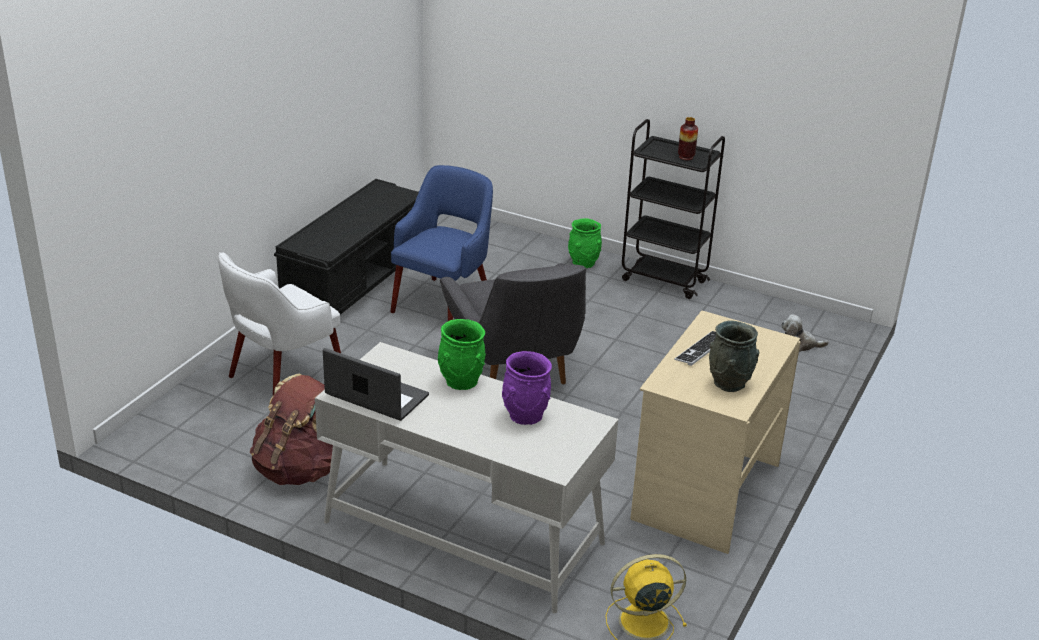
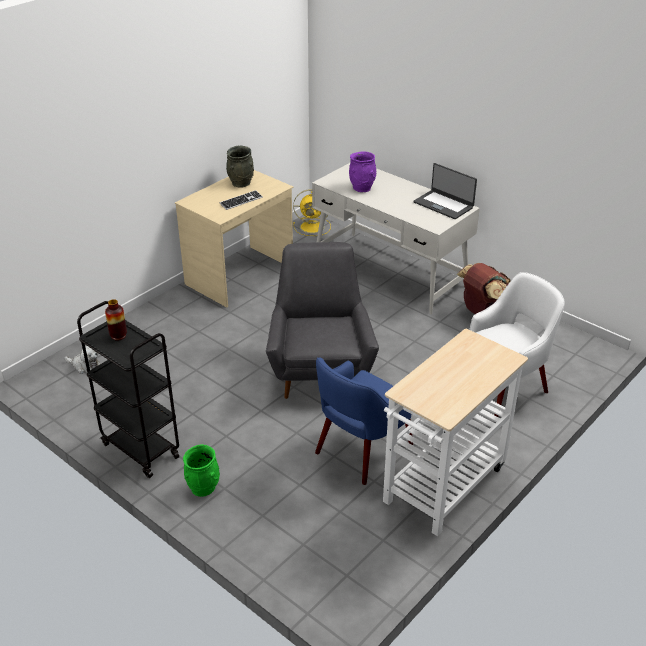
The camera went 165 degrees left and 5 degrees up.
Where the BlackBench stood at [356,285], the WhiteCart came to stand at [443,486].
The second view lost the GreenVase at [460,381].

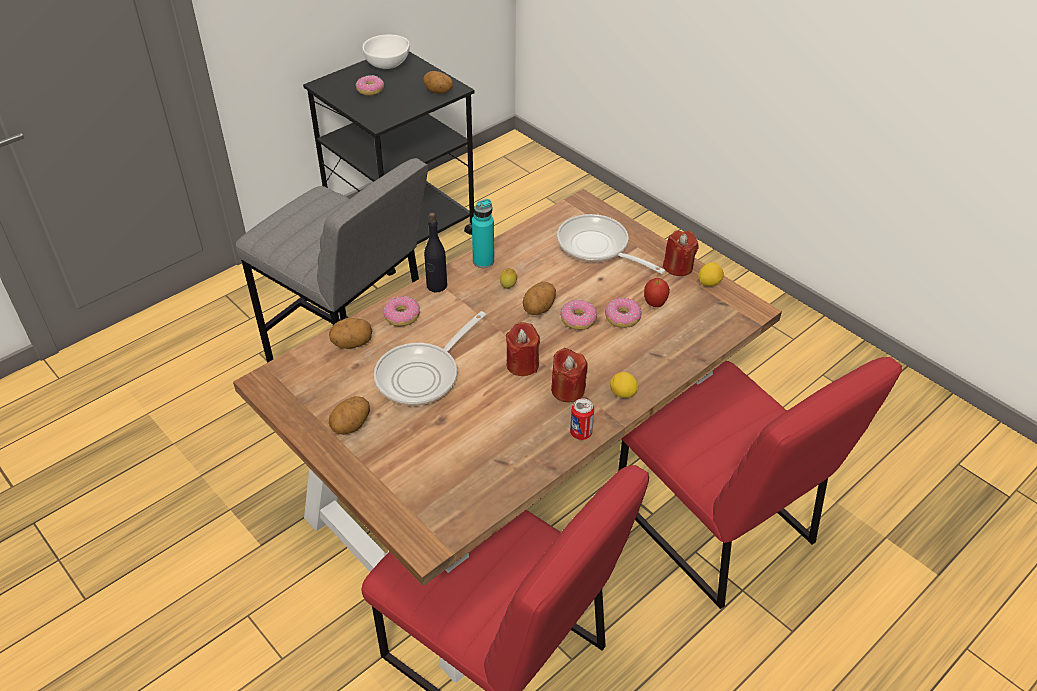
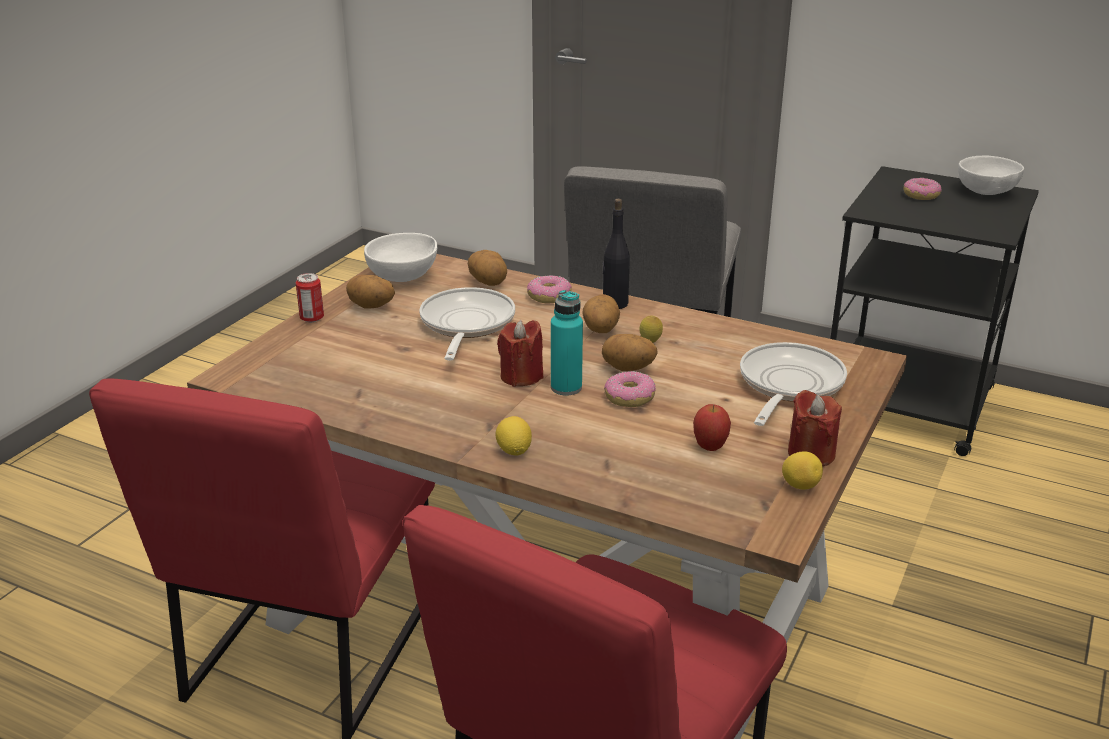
The camera went 70 degrees right and 15 degrees down.
The Potato ended up elsewhere, having gone from [438,92] to [600,330].
The TurquoiseBottle ended up elsewhere, having gone from [483,261] to [566,387].
The second view lost the Donut at [622,317].
The FryingPan at [423,375] ended up facing another way, 75 degrees clockwise from before.
The second view lost the RedCandle at [567,390].
The Can ended up elsewhere, having gone from [581,433] to [312,318].
The second view gained the WhiteBowl at [404,277].

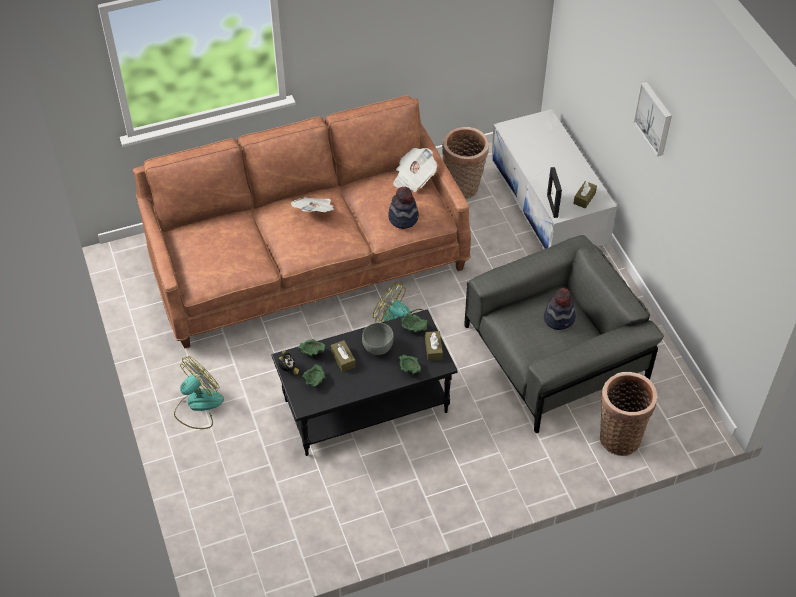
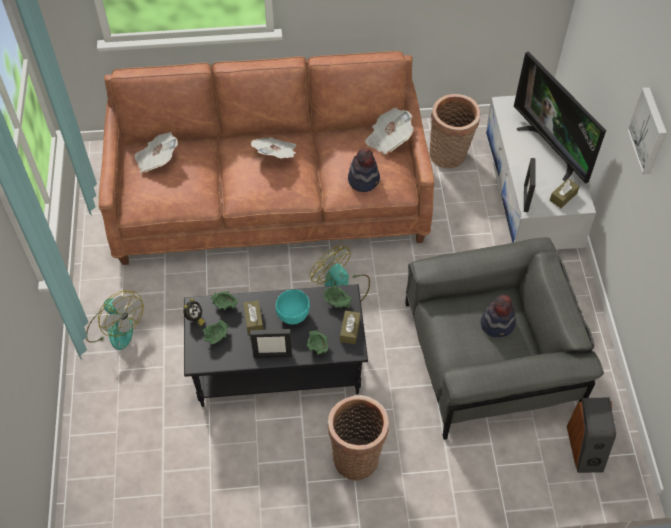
The camera went 15 degrees right and 5 degrees up.
What was the GreyBowl at [377,348] turned into the TurquoiseBowl at [293,316].
The Fan at [198,405] ended up facing another way, 75 degrees clockwise from before.
The Basket ended up elsewhere, having gone from [619,435] to [356,456].
The second view gained the Television at [552,149].
The second view gained the Newspaper at [157,160].
The second view gained the PictureFrame at [272,354].
The second view gained the Speaker at [586,448].

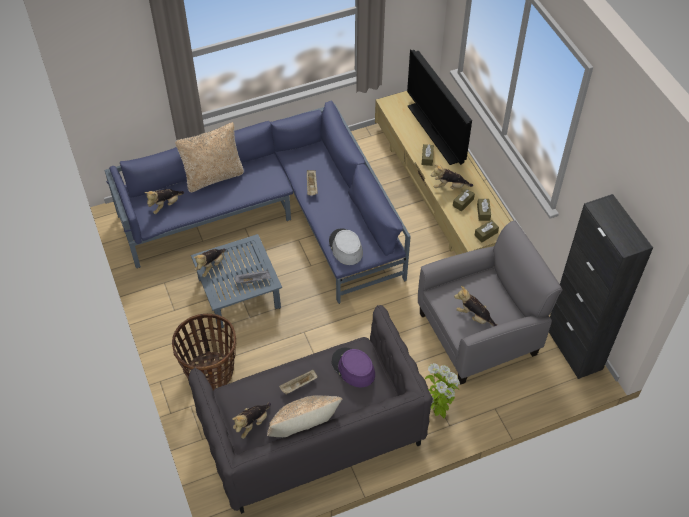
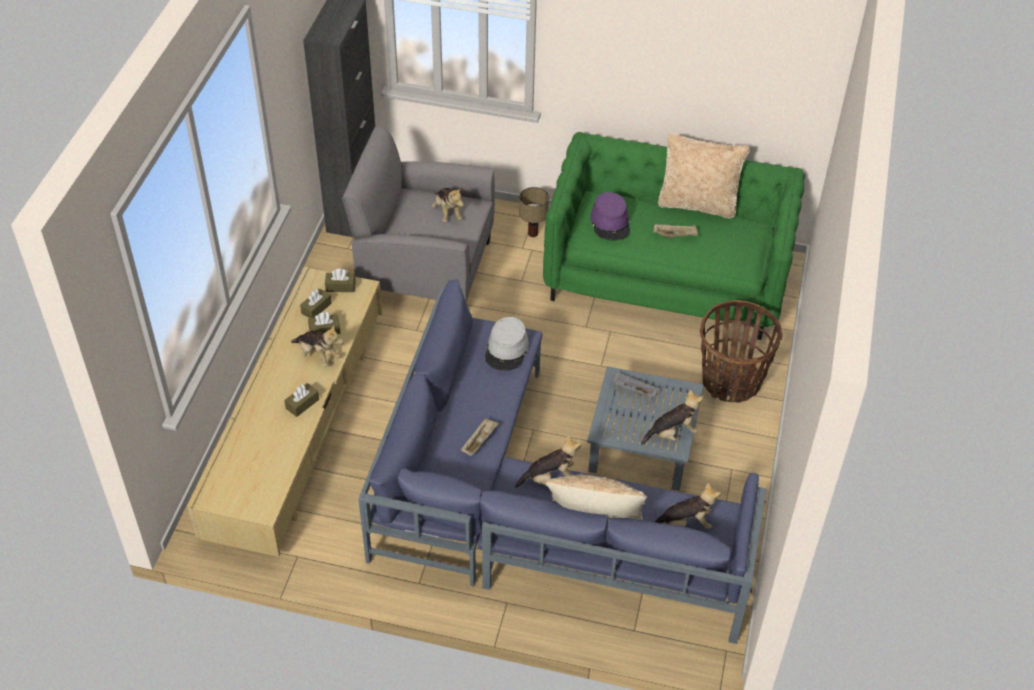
The camera went 145 degrees left and 5 degrees down.
The second view lost the Television at [435,133].
What was the GreySofa at [311,434] turned into the GreenSofa at [666,277].
Where the PottedPlant stood at [436,411], the TableLamp came to stand at [533,233].
The PlushToy ended up elsewhere, having gone from [252,424] to [550,478].

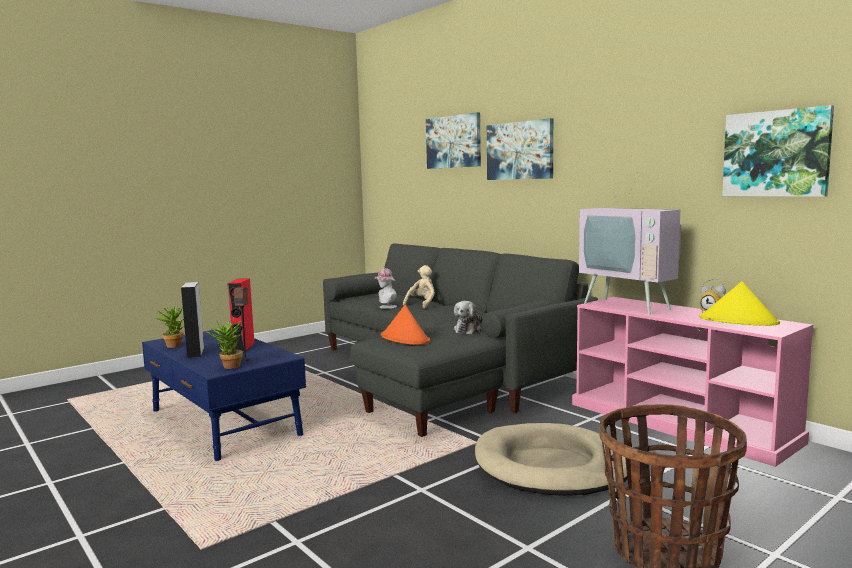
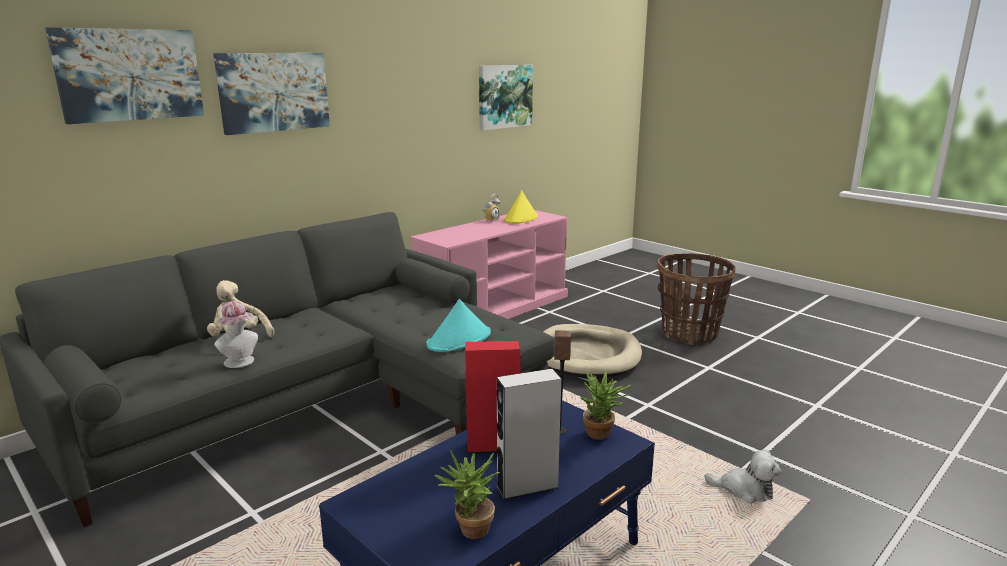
The camera went 95 degrees left and 10 degrees up.
The second view lost the Television at [631,305].
The PlushToy ended up elsewhere, having gone from [468,330] to [745,490].
What was the OrangeHat at [405,339] turned into the TurquoiseHat at [459,339].

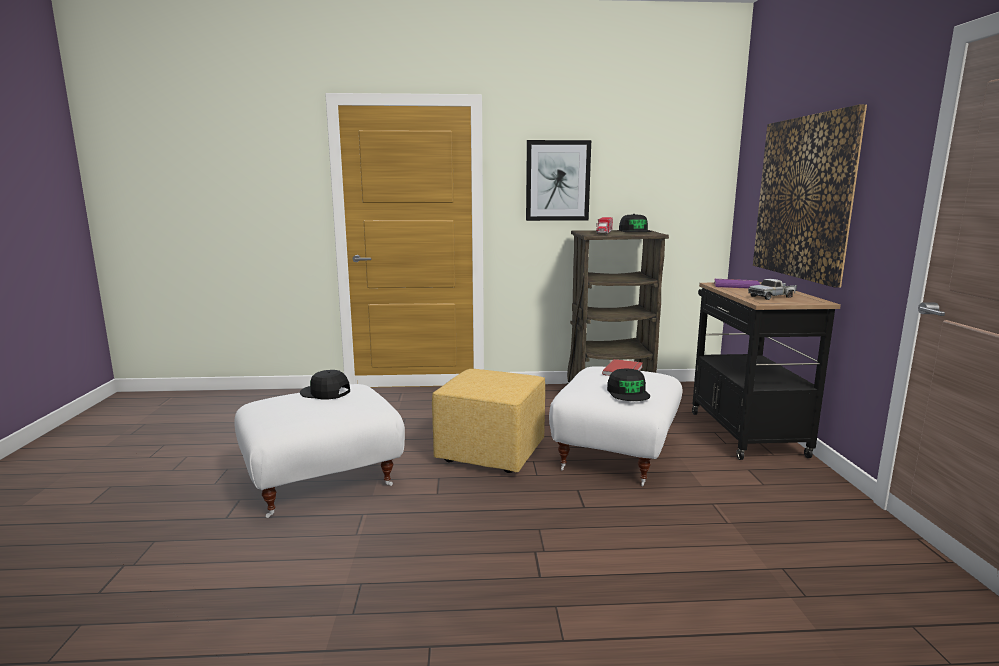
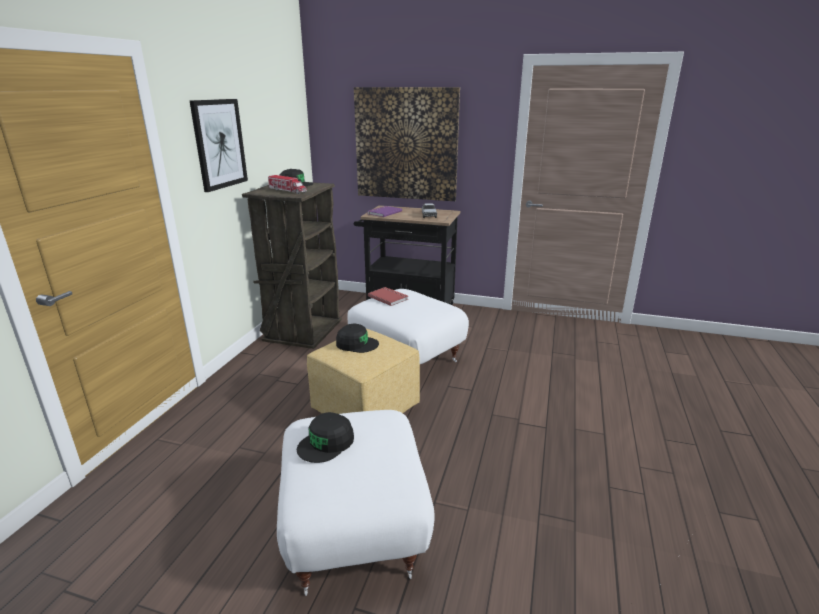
The camera went 70 degrees left and 10 degrees up.
The BlackCap ended up elsewhere, having gone from [628,392] to [357,344].

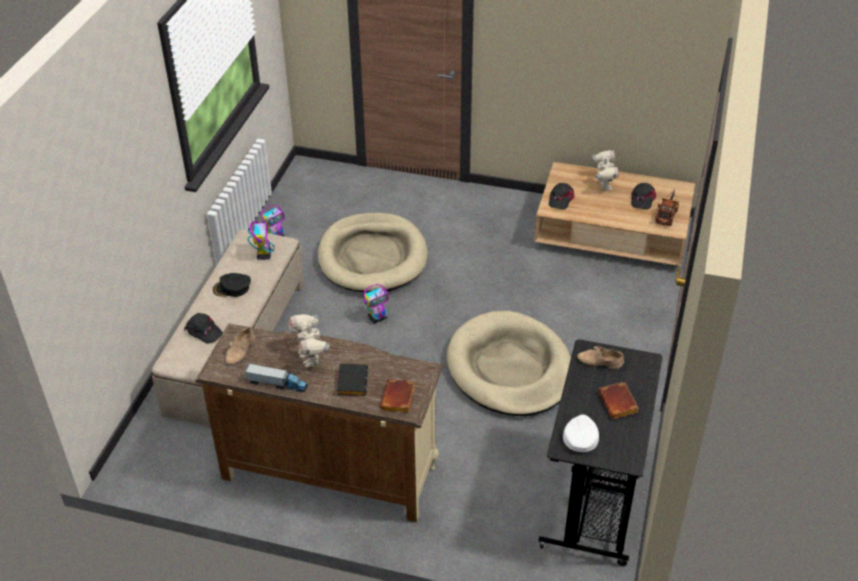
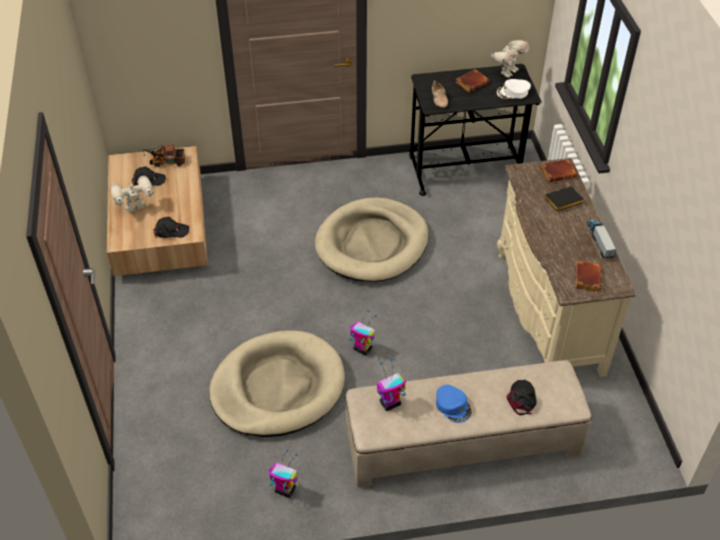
The camera went 115 degrees left and 5 degrees up.
What was the BlackCap at [232,288] turned into the BlueCap at [453,406].
The ToyRobot ended up elsewhere, having gone from [310,358] to [508,71].
Where the BeigeShoe stood at [241,351], the BrownBook came to stand at [586,277].

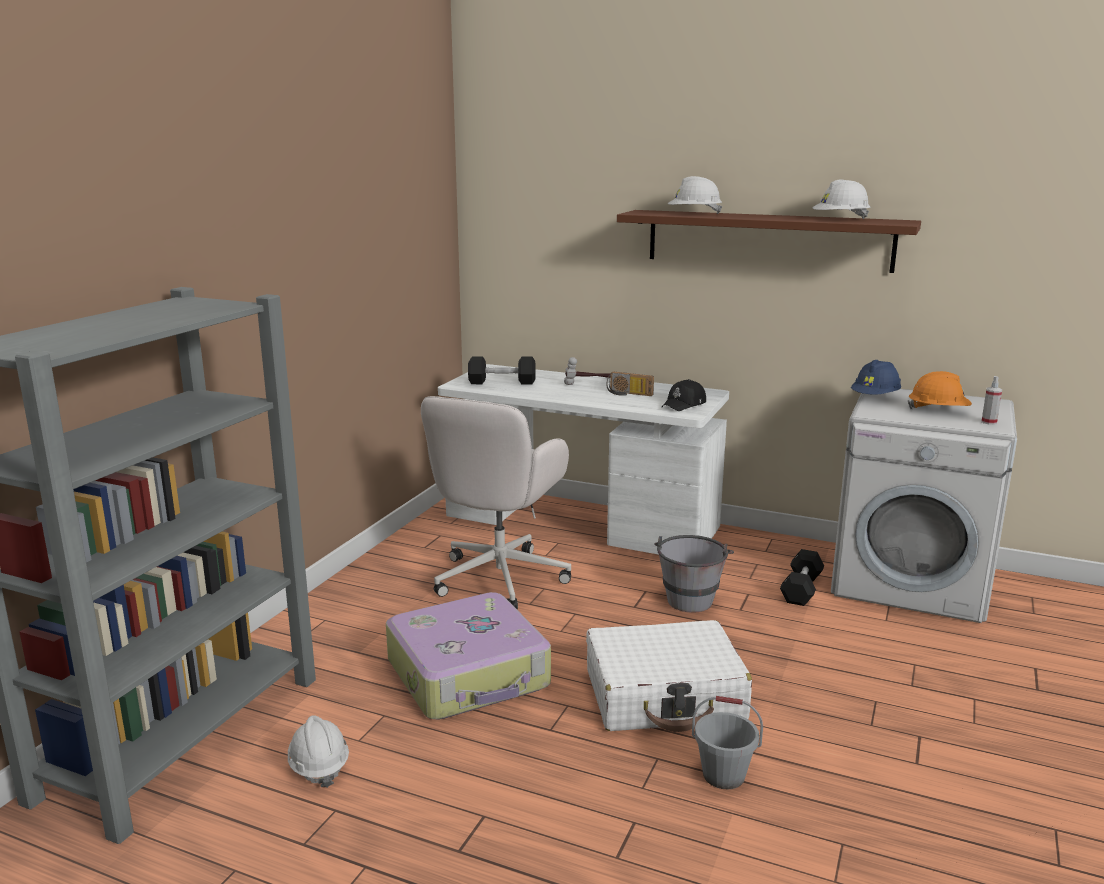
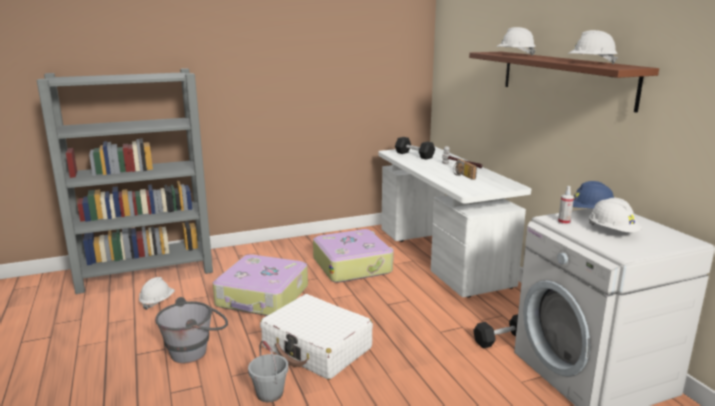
The camera went 45 degrees right and 0 degrees up.
What was the OrangeHardHat at [938,411] turned into the WhiteHardHat at [612,232].
The SprayBottle ended up elsewhere, having gone from [989,422] to [564,222].
The second view lost the BlackCap at [684,404].
Where the WhiteOfficeChair stood at [500,579], the Suitcase came to stand at [353,265].
The GreyBucket ended up elsewhere, having gone from [690,596] to [196,350].

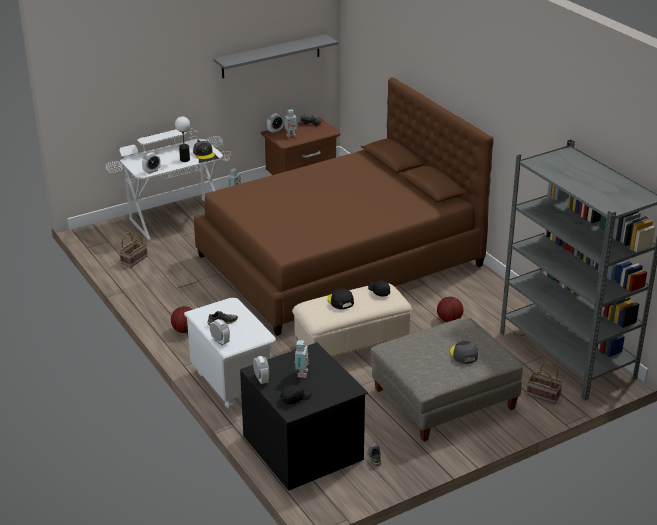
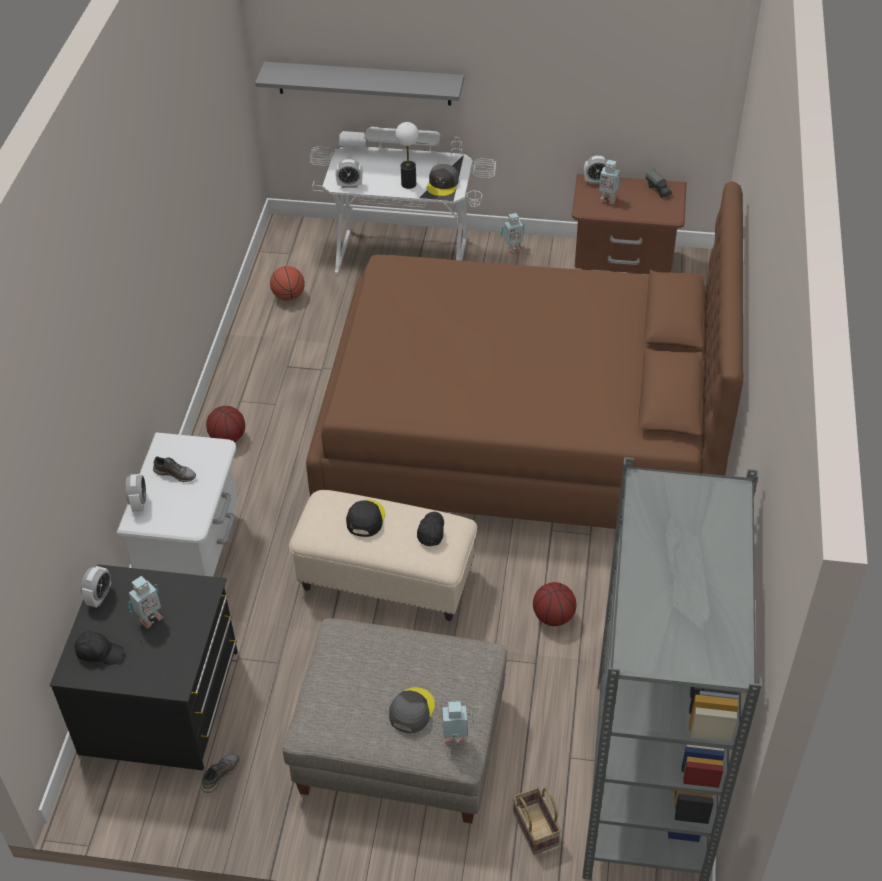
The camera went 40 degrees right and 15 degrees up.
The GreyShelf ended up elsewhere, having gone from [271,56] to [364,83].
Where the Basket stood at [134,259], the Basketball came to stand at [288,296].
The second view gained the ToyRobot at [455,739].

